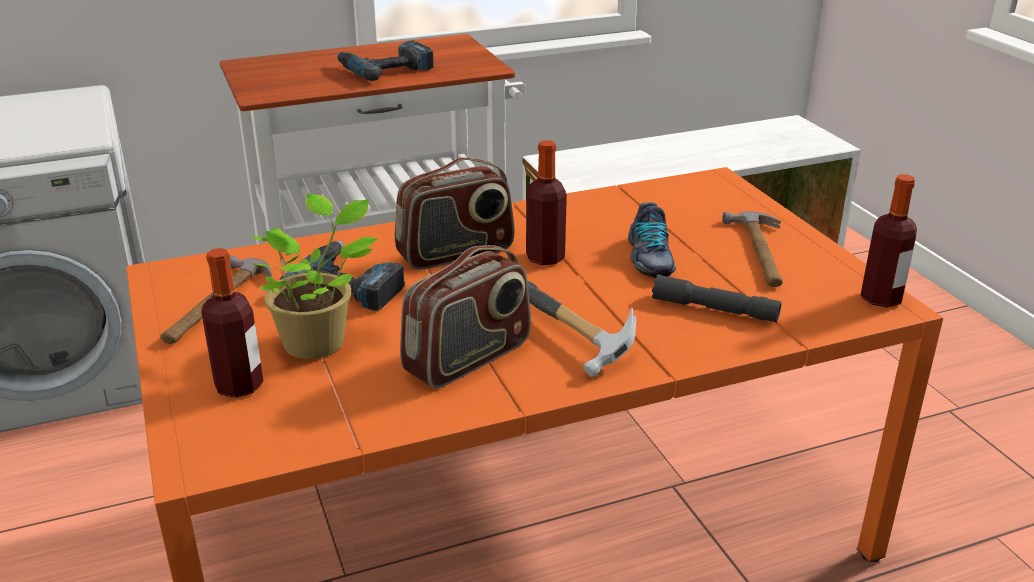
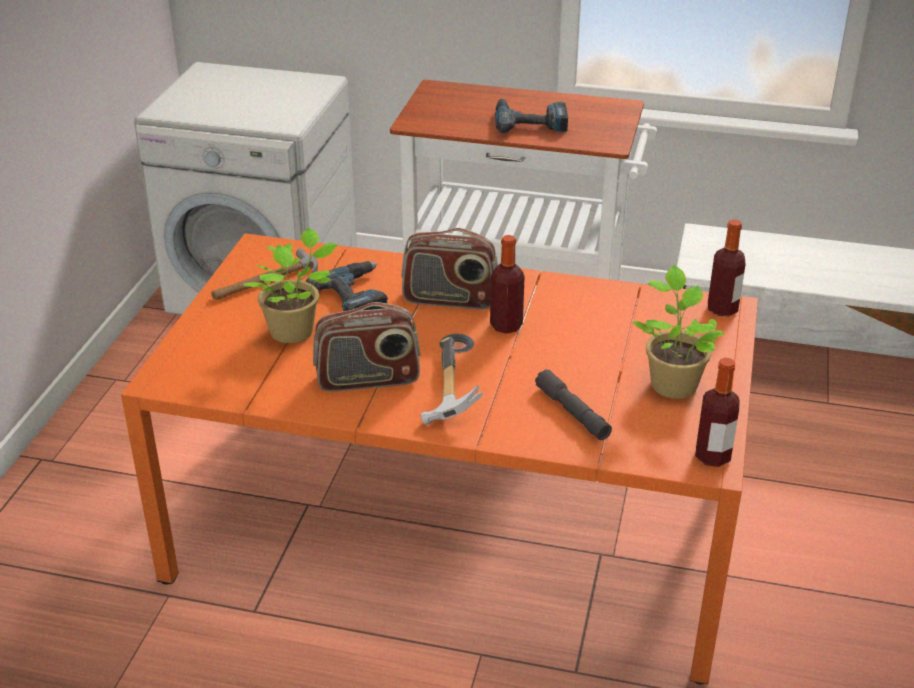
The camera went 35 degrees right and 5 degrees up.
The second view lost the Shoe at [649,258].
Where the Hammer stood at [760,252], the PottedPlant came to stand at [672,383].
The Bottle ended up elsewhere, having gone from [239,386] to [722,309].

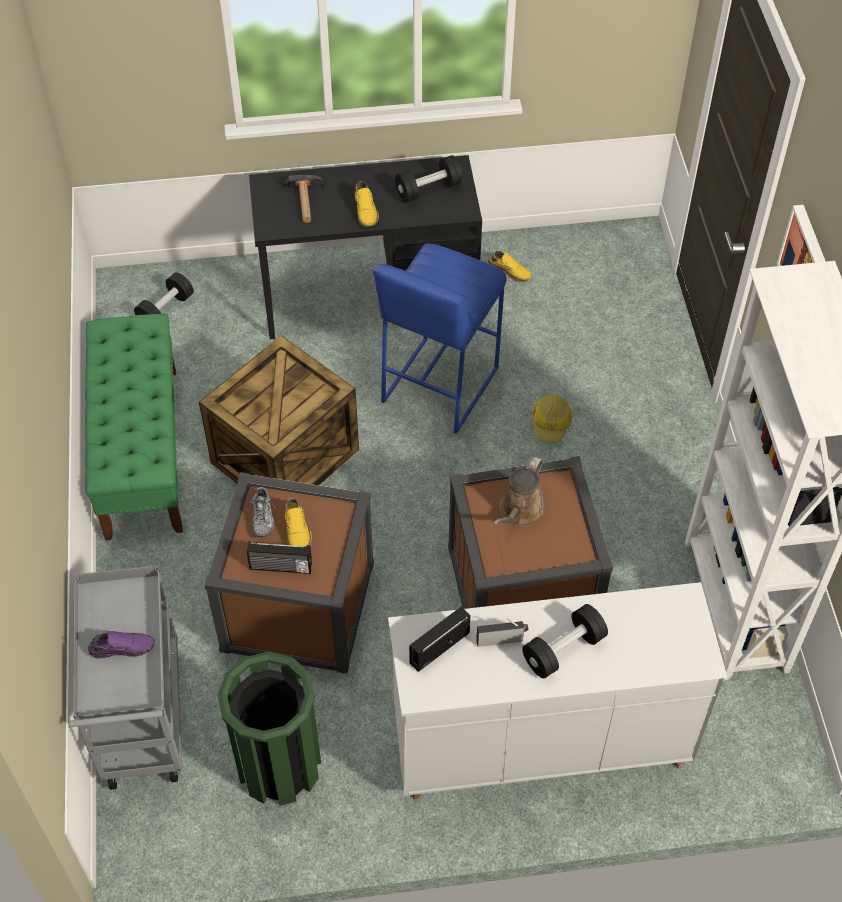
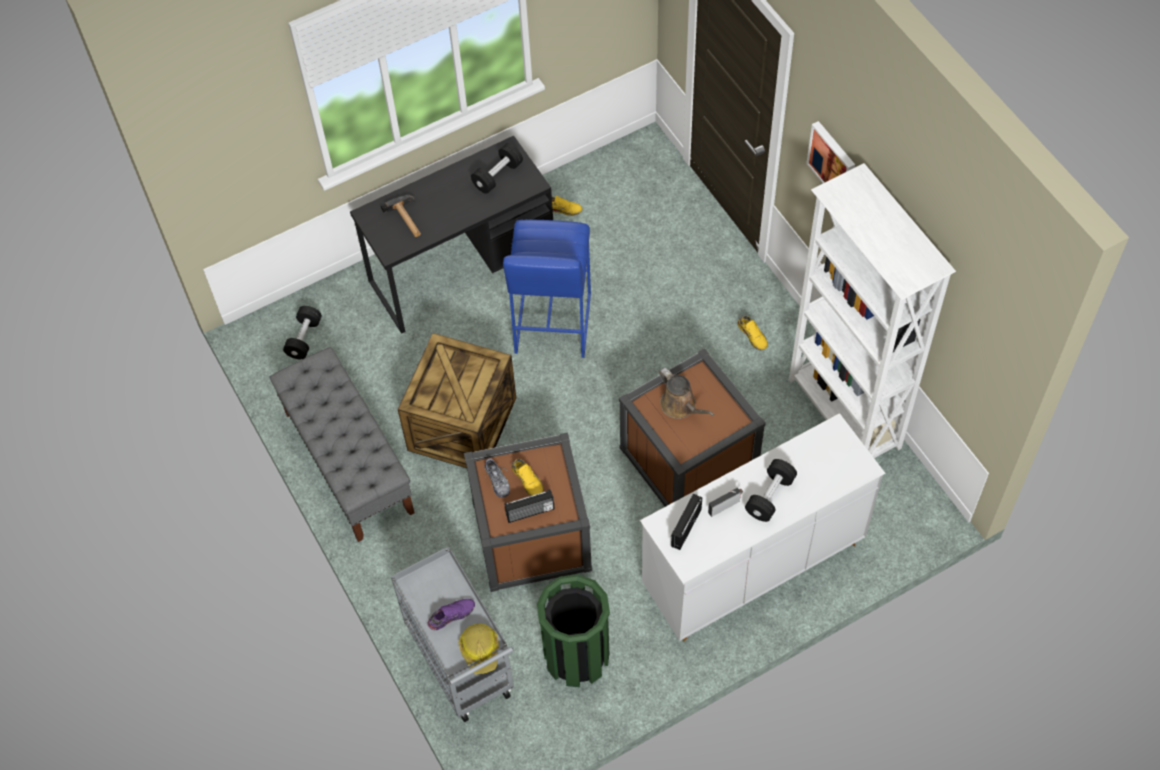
The camera went 20 degrees left and 5 degrees up.
The YellowShoe ended up elsewhere, having gone from [366,210] to [753,335].
What was the GreenBench at [141,451] turned into the GreyBench at [348,462].
The HardHat ended up elsewhere, having gone from [551,423] to [480,650].
The BrownWateringCan at [519,511] ended up facing another way, 45 degrees counterclockwise from before.

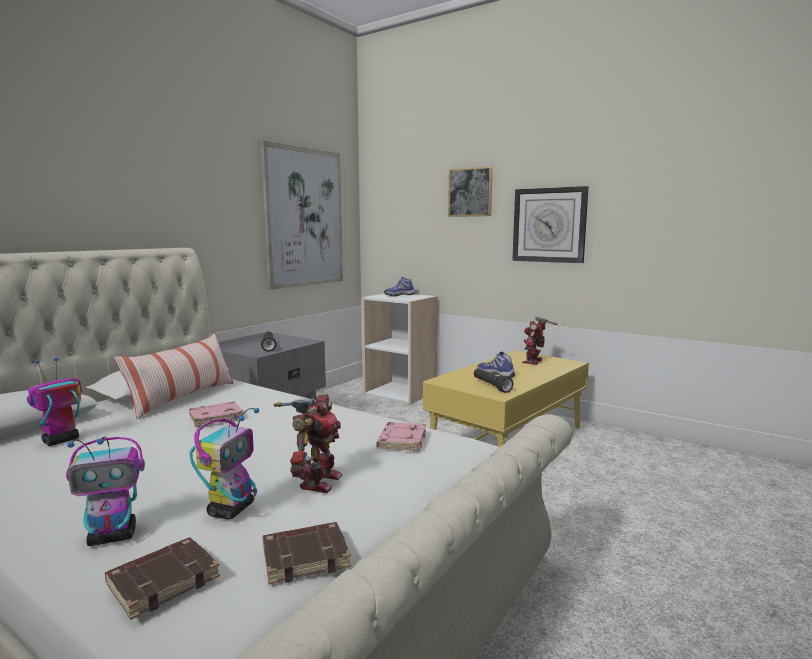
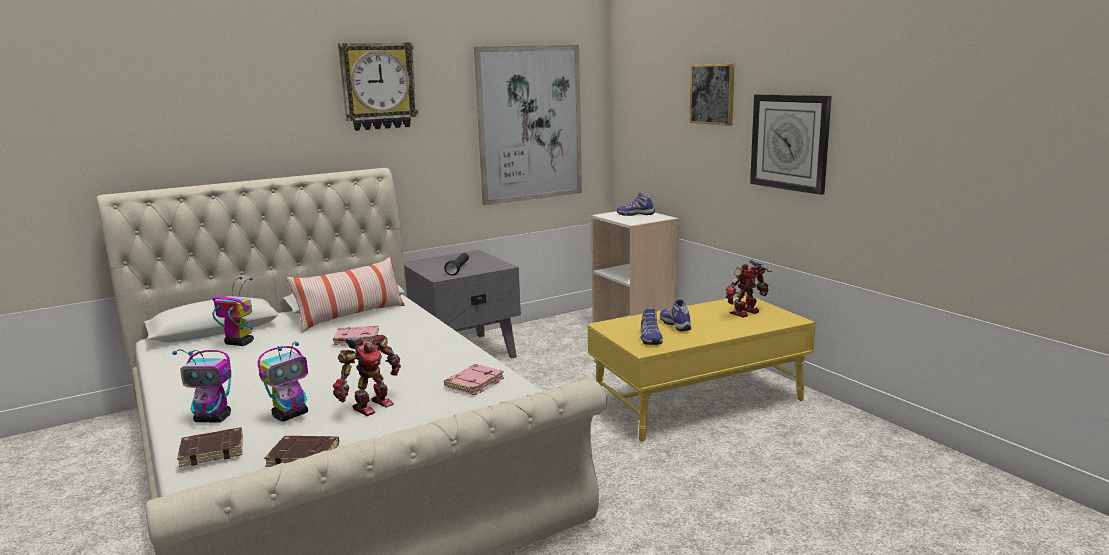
The camera went 25 degrees right and 5 degrees up.
The ToyRobot at [60,441] ended up facing another way, 45 degrees clockwise from before.
Where the BlackFlashlight stood at [491,386], the Shoe came to stand at [649,338].
The second view gained the WallClock at [378,86].

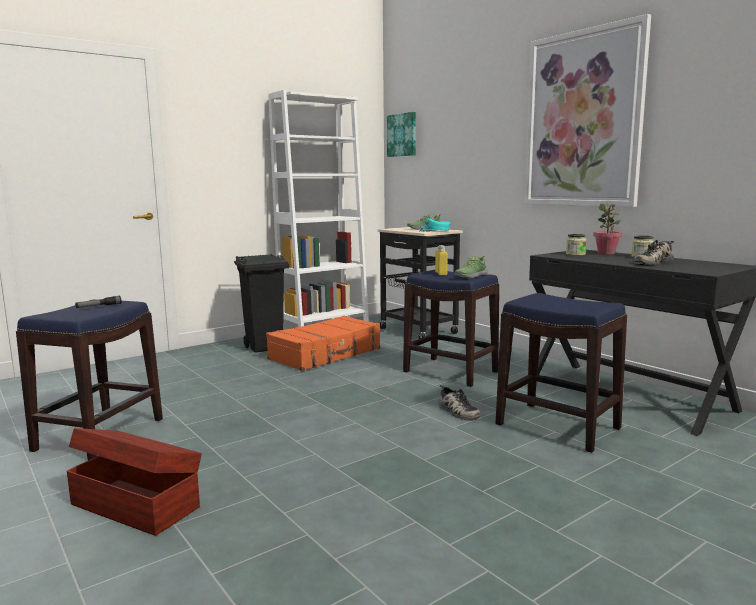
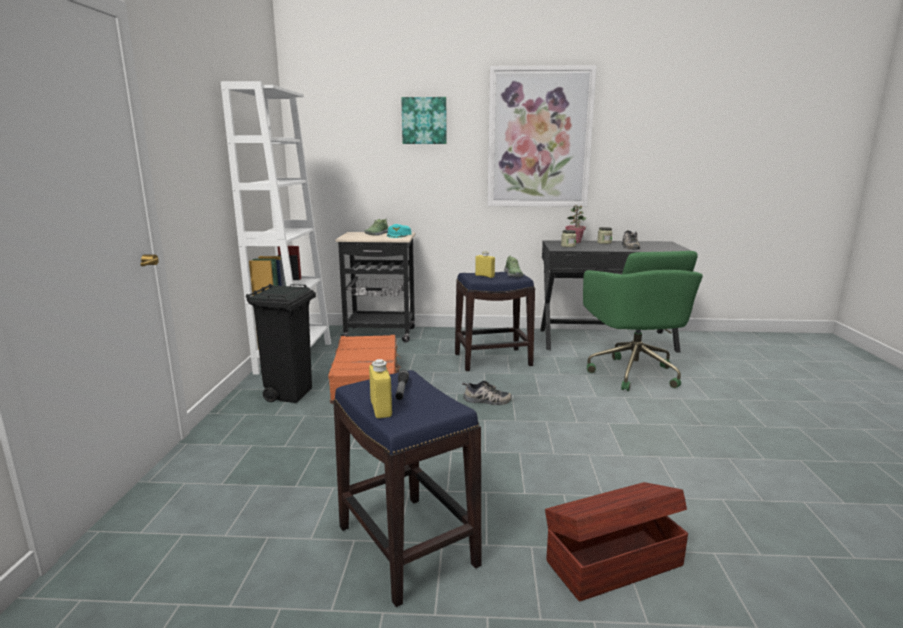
The camera went 50 degrees left and 5 degrees up.
The Picture ended up elsewhere, having gone from [402,135] to [424,120].
Where the Stool stood at [557,427], the GreenOfficeChair came to stand at [631,373].
The Shoe ended up elsewhere, having gone from [457,412] to [486,400].
The second view gained the YellowBottle at [381,409].

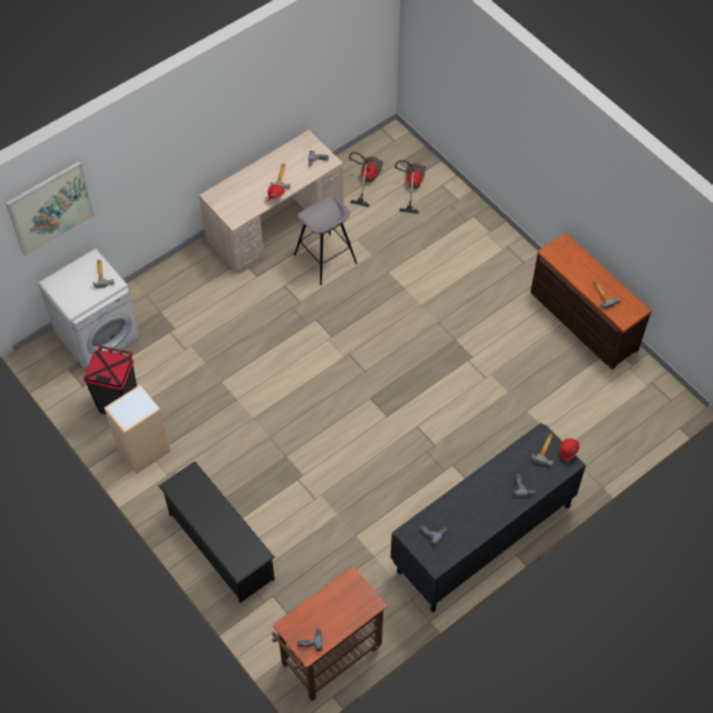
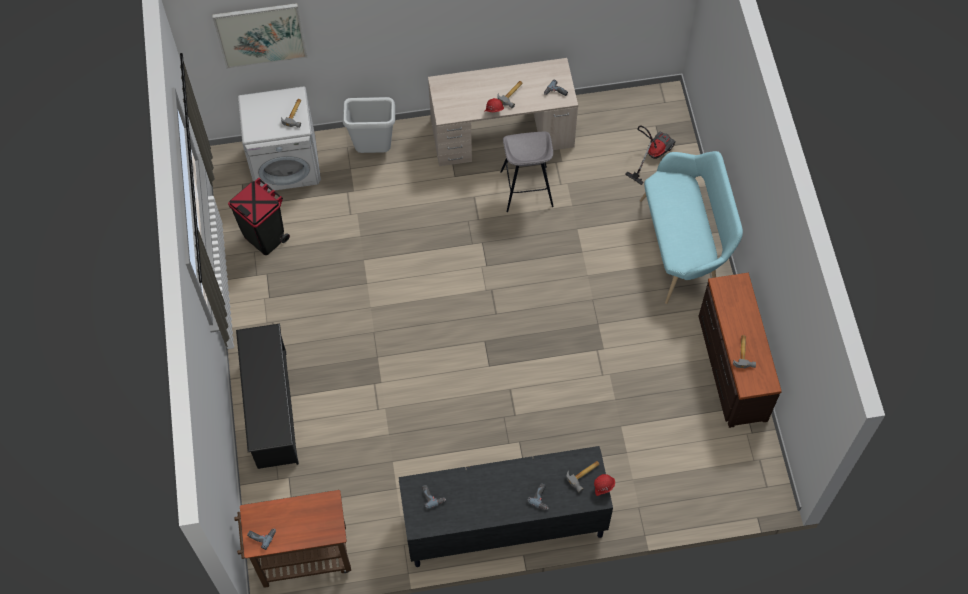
The camera went 30 degrees right and 5 degrees up.
The second view lost the VacuumCleaner at [366,179].
The second view lost the Bookcase at [143,450].
The second view gained the GreyTrashCan at [373,150].
The second view gained the TurquoiseBench at [684,246].

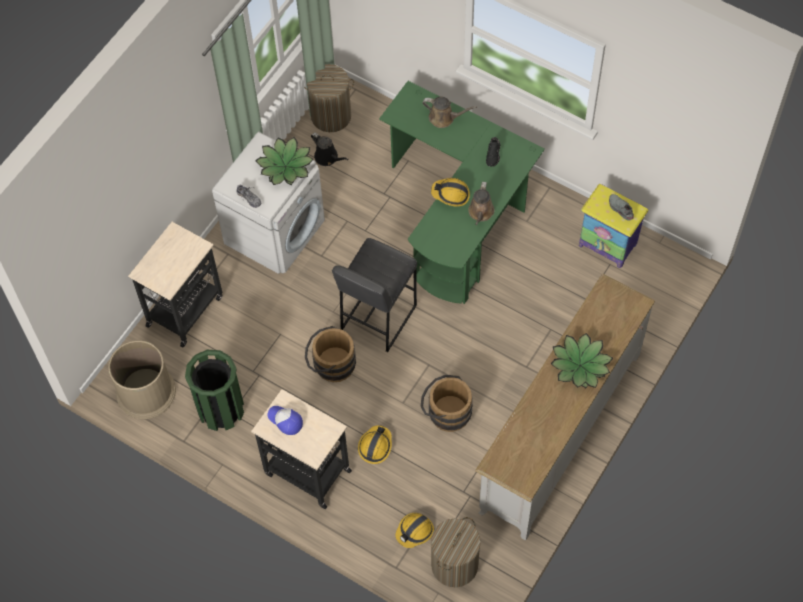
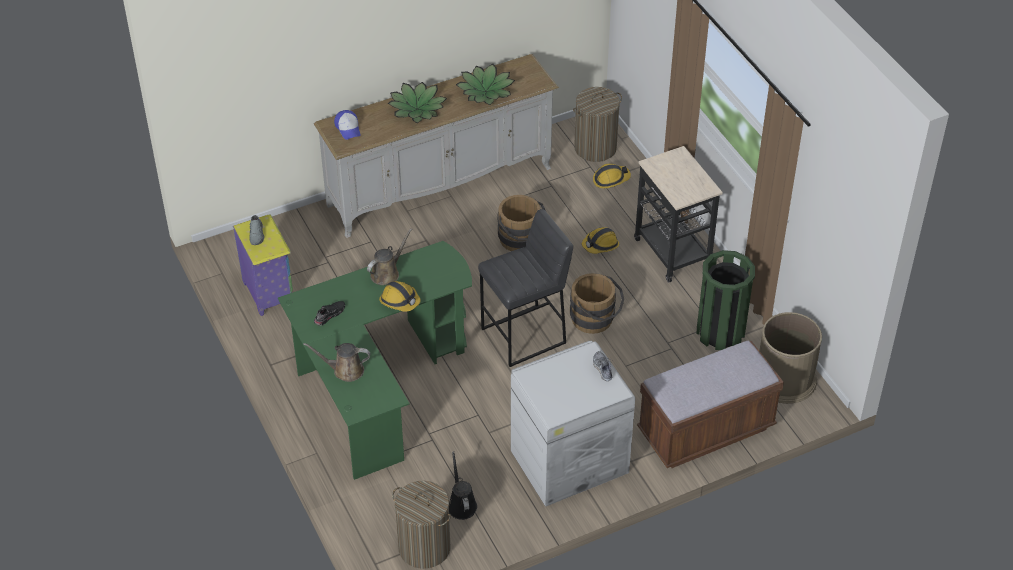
The camera went 150 degrees left and 15 degrees down.
The BrownWateringCan at [444,118] ended up facing another way, 45 degrees counterclockwise from before.
The PottedPlant ended up elsewhere, having gone from [285,166] to [486,91].
Where the Cart stood at [185,310], the BrownBench came to stand at [706,430].
The Cap ended up elsewhere, having gone from [285,421] to [348,128].

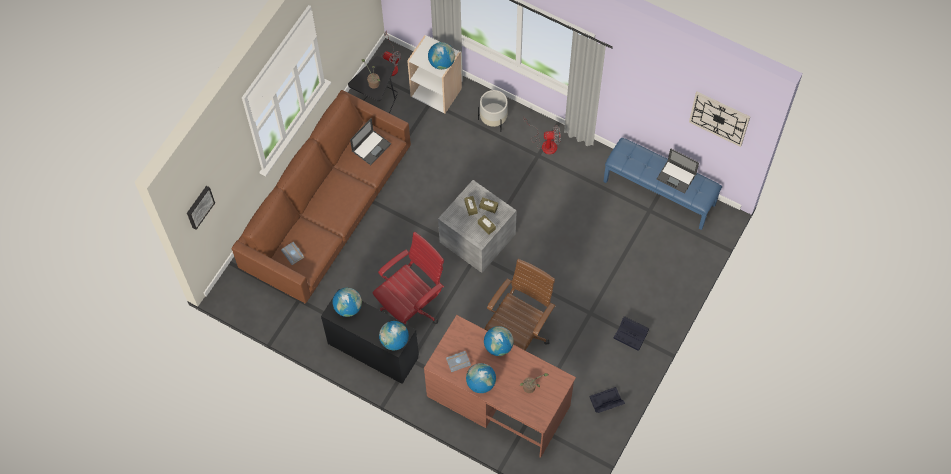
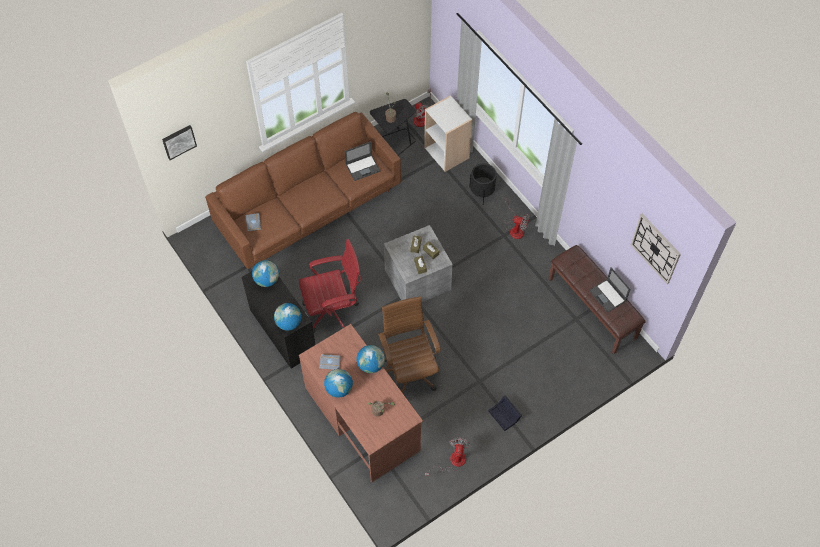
The camera went 25 degrees right and 5 degrees down.
The second view lost the Globe at [441,63].
What was the WhitePlanter at [493,120] turned into the BlackPlanter at [482,192].
What was the BlueBench at [660,192] turned into the BrownBench at [592,308].
The BrownOfficeChair at [519,333] ended up facing another way, 75 degrees counterclockwise from before.
Where the BlackStorageBox stood at [605,402], the Fan came to stand at [452,462].

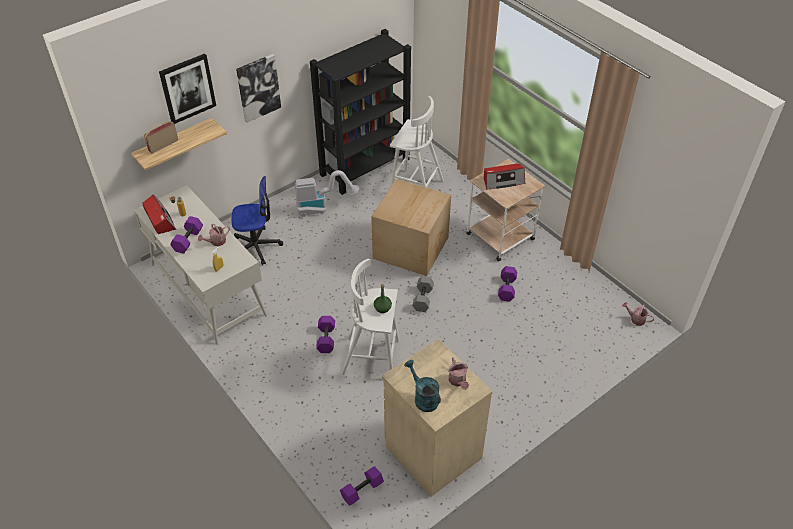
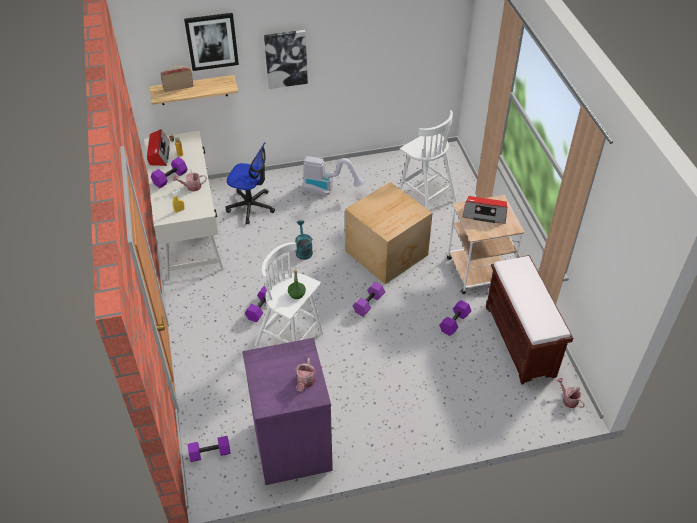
The camera went 25 degrees right and 0 degrees up.
The second view lost the BlackBookcase at [365,167].
What was the GreyDumbbell at [423,299] turned into the PurpleDumbbell at [369,304].
What was the BeigeDresser at [432,452] turned into the PurpleDresser at [291,446].
The TurquoiseWateringCan ended up elsewhere, having gone from [423,398] to [303,250].
The second view gained the BrownBench at [520,341].

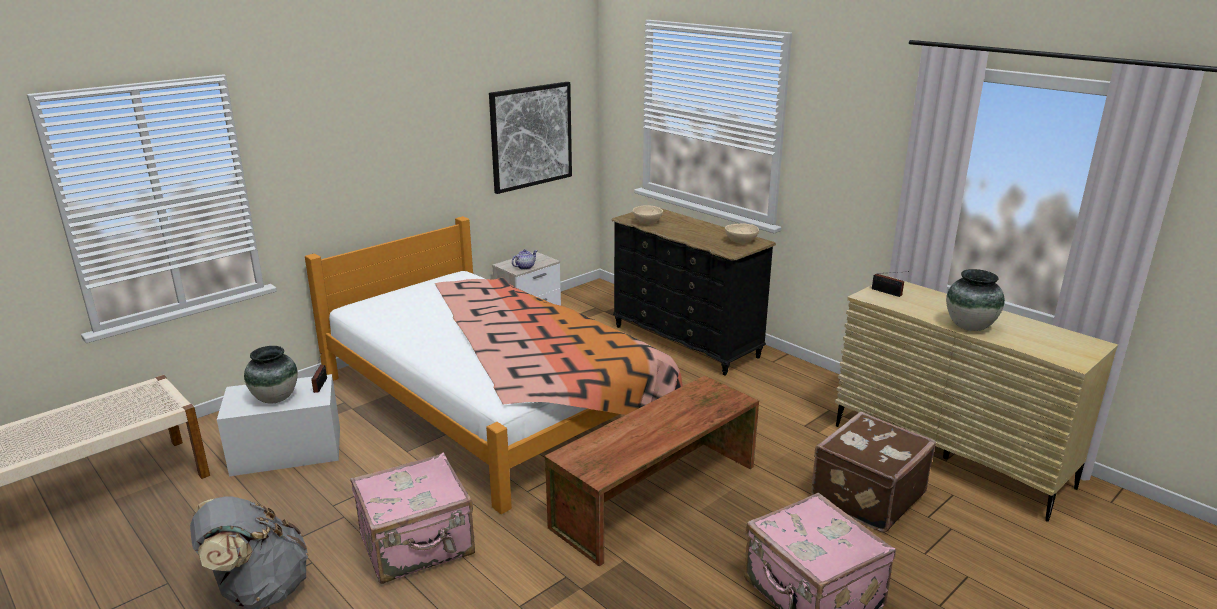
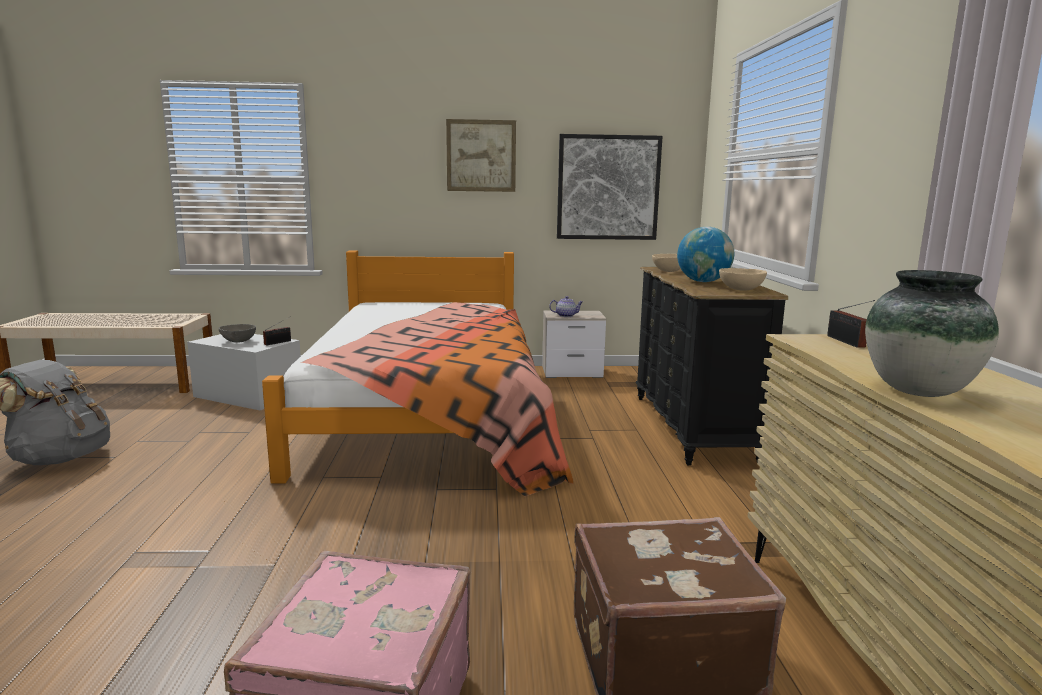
The camera went 40 degrees right and 10 degrees down.
Where the Vase stood at [276,398], the GreyBowl came to stand at [239,341].
The second view lost the BrownBench at [655,494].
The second view lost the PinkSuitcase at [418,546].
The second view gained the Picture at [481,156].
The second view gained the Globe at [703,281].

